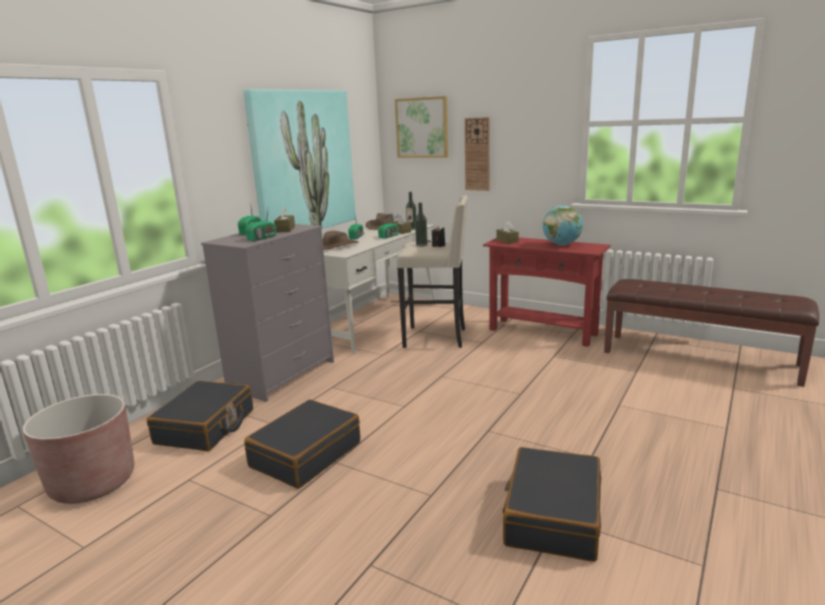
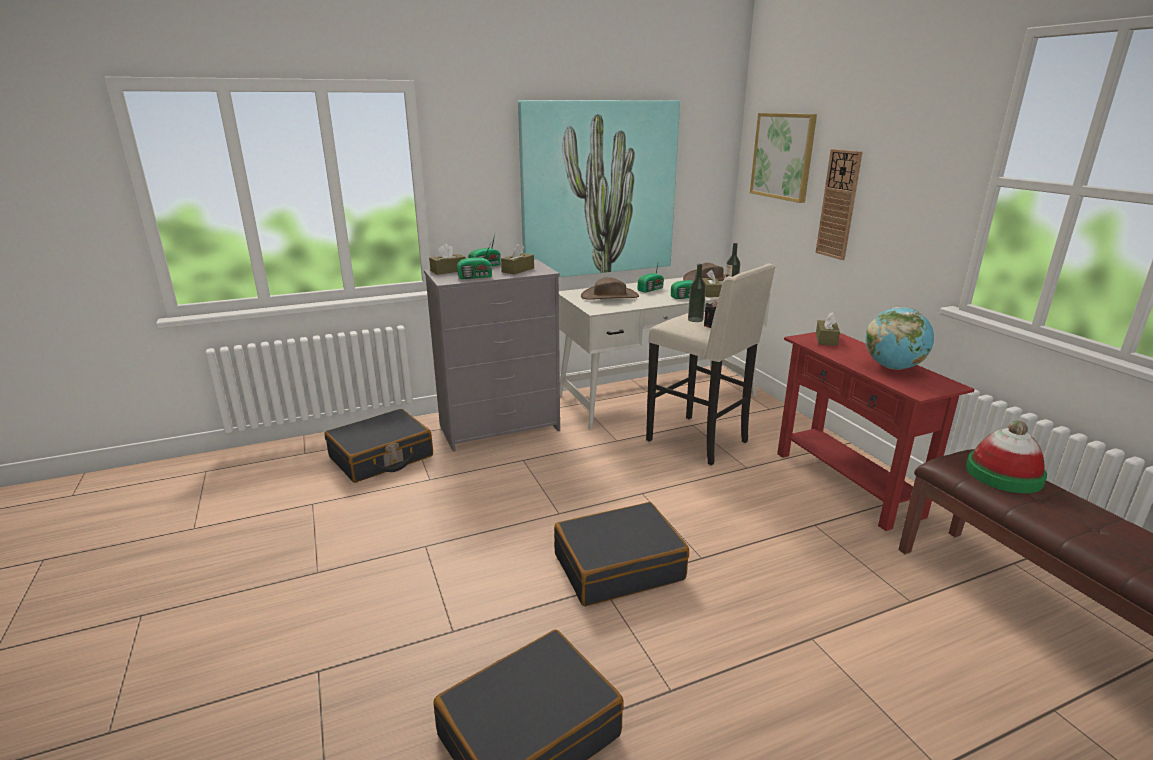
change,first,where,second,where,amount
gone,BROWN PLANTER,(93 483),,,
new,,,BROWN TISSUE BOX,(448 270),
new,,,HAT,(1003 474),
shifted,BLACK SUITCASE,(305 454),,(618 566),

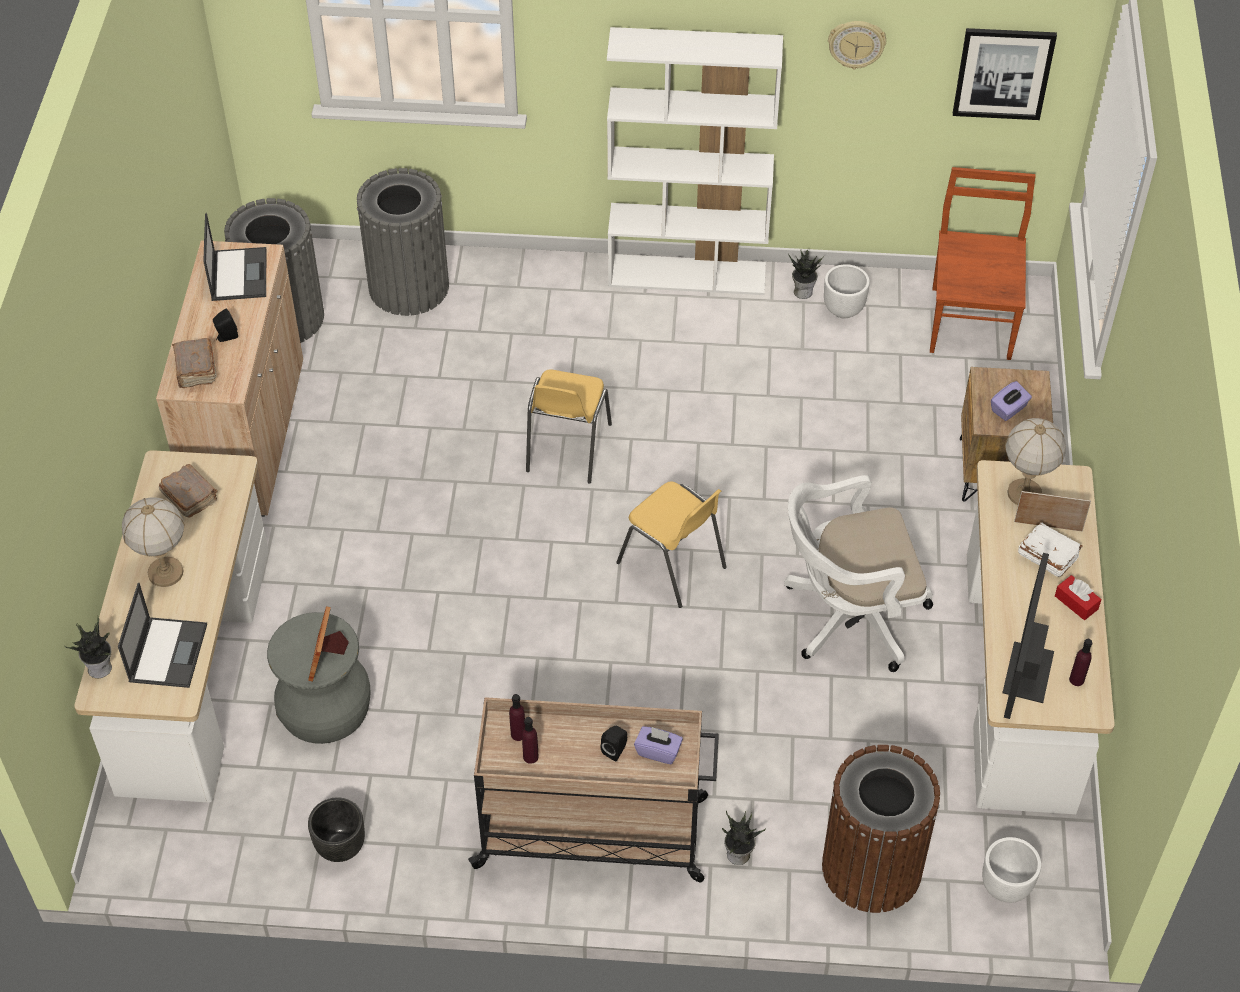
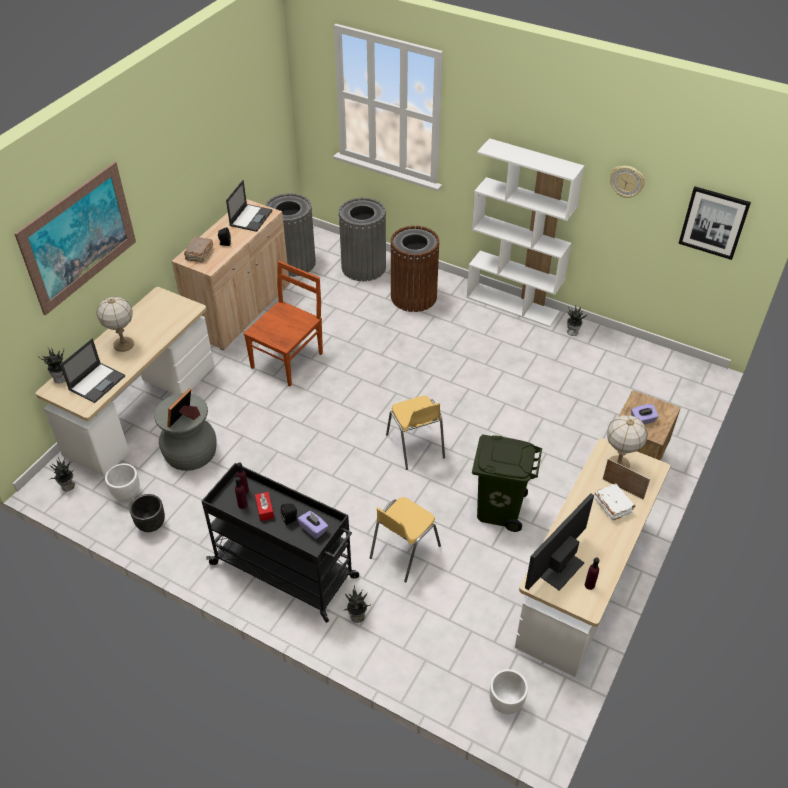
change,first,where,second,where,amount
gone,BROWN BOOK,(189 497),,,
new,,,PICTURE,(79 237),
new,,,POTTED PLANT,(68 486),
shifted,YELLOW CHAIR,(567 448),,(403 552),
shifted,BROWN TRASH CAN,(871 868),,(413 297),
shifted,WHITE PLANTER,(844 310),,(127 494),
shifted,BROWN CHAIR,(971 320),,(288 359),
shifted,RED TISSUE BOX,(1076 602),,(265 509),
swapped,WHITE OFFICE CHAIR,(847 616),GREEN TRASH CAN,(499 509),
repainted,BEIGE CART,(594 833),BLACK CART,(285 571),

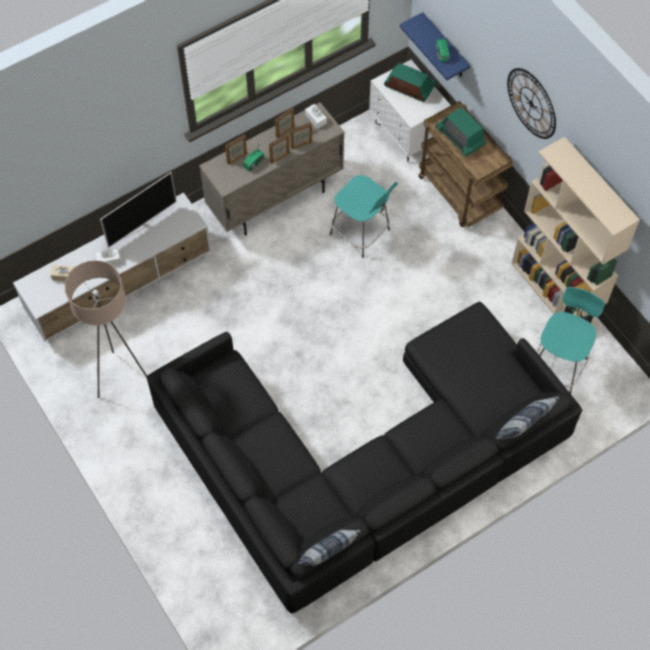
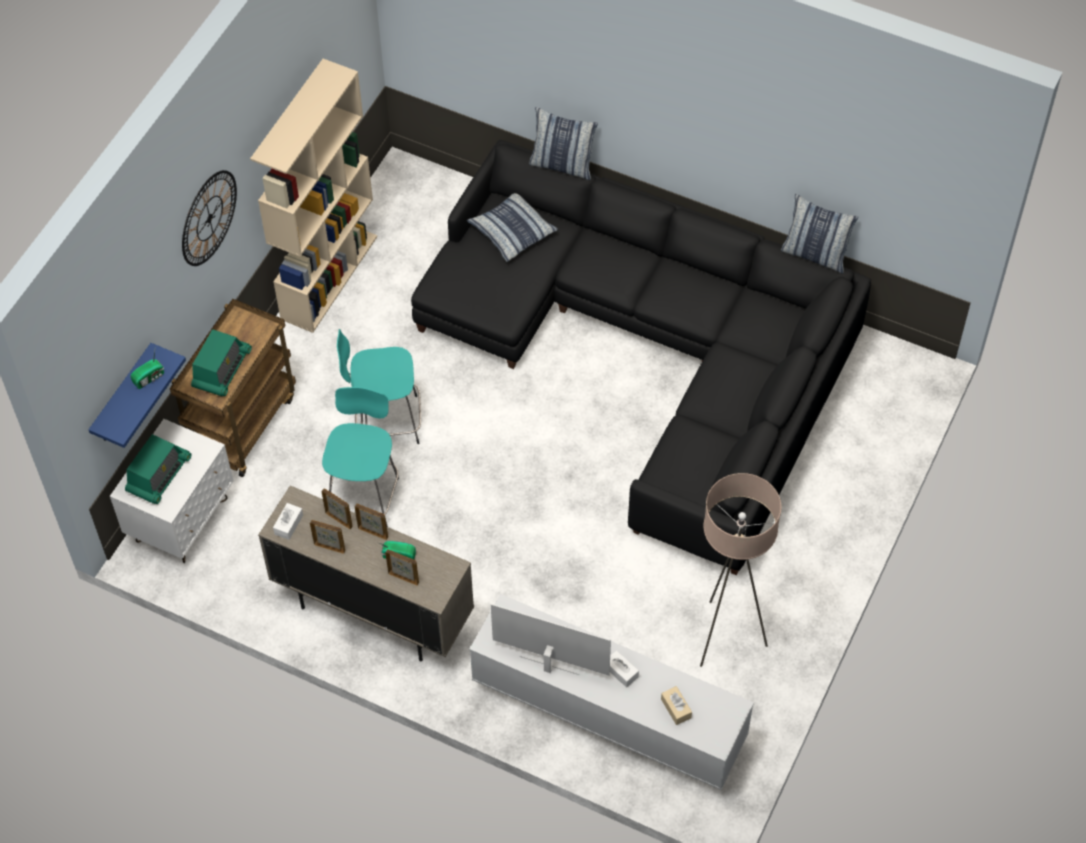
change,first,where,second,where,amount
new,,,PILLOW,(512 231),
shifted,TURQUOISE STOOL,(558 365),,(385 421),
rotated,RADIO,(409 87),,(159 475),150 degrees counterclockwise

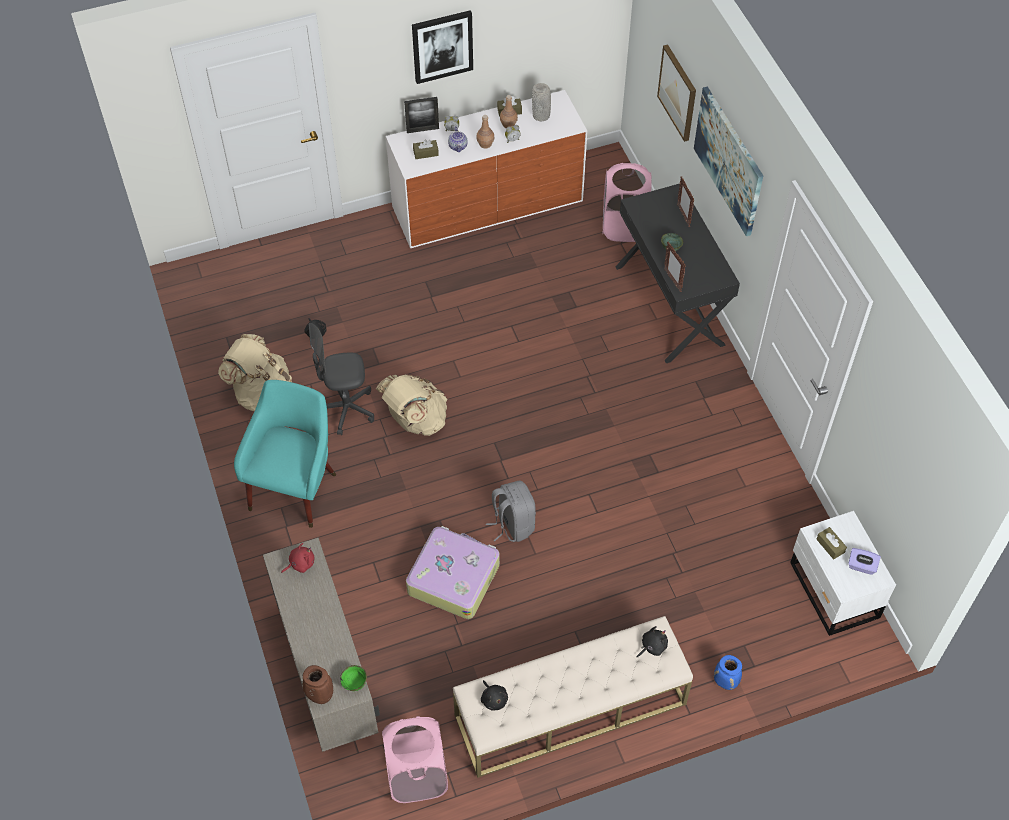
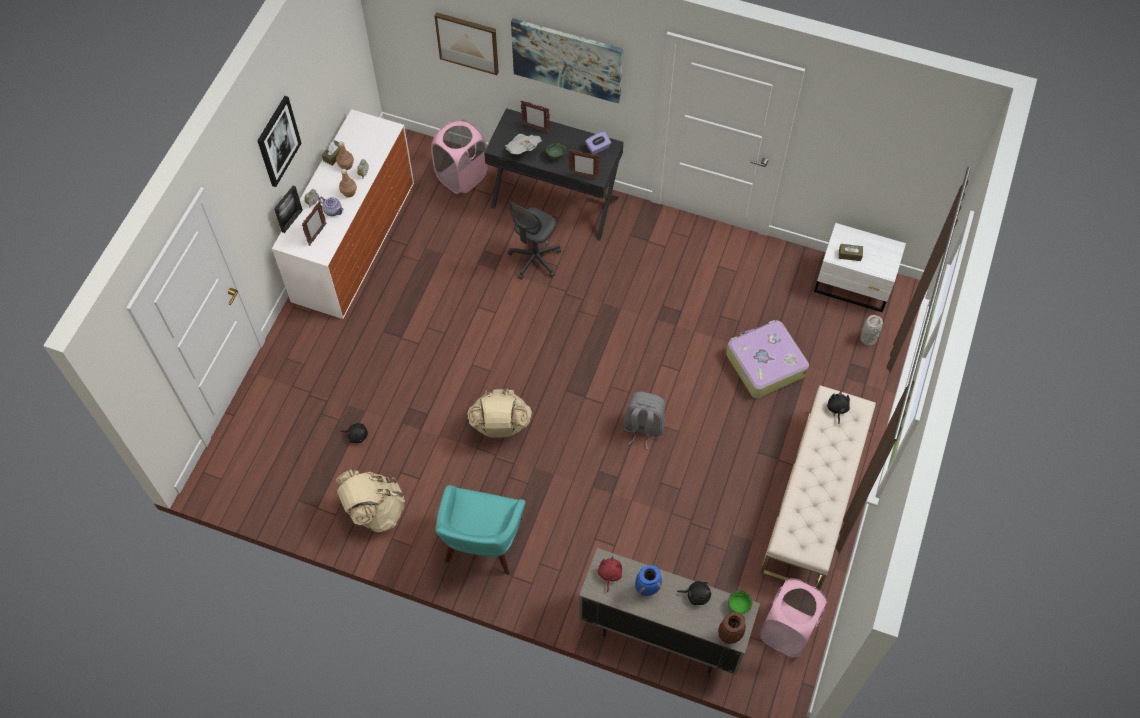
change,first,where,second,where,amount
new,,,NEWSPAPER,(523 149),
shifted,GREY OFFICE CHAIR,(346 409),,(535 259),
shifted,SUITCASE,(453 577),,(764 364),
shifted,BLACK PLUSH TOY,(494 699),,(696 595),
shifted,GREY VASE,(541 116),,(868 338),
shifted,BLUE VASE,(726 682),,(647 588),
shifted,PURPLE TISSUE BOX,(861 566),,(598 148),
swapped,BROWN TISSUE BOX,(426 153),PICTURE FRAME,(317 235),
rotated,TURQUOISE ARMCHAIR,(295 486),,(482 545),135 degrees counterclockwise

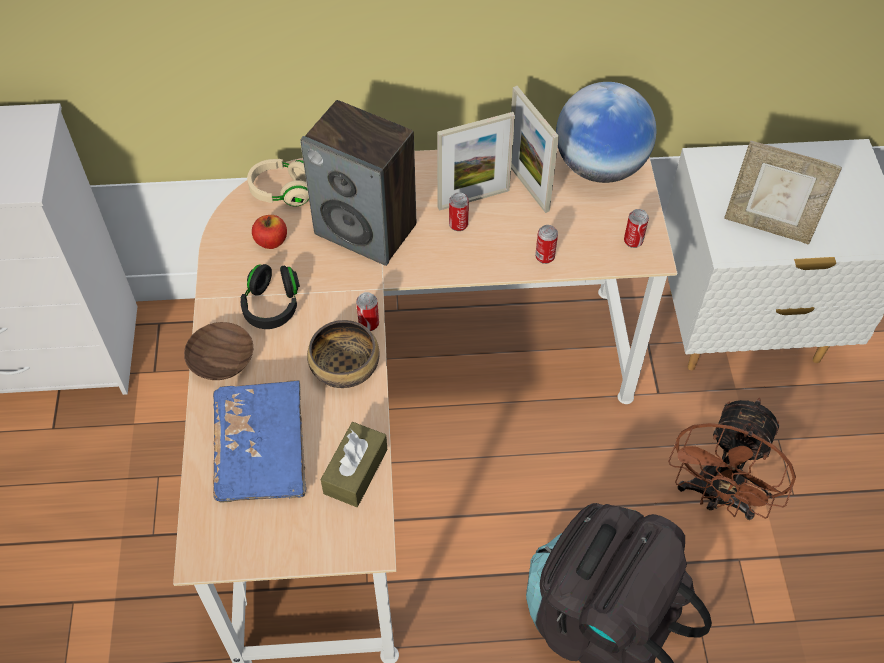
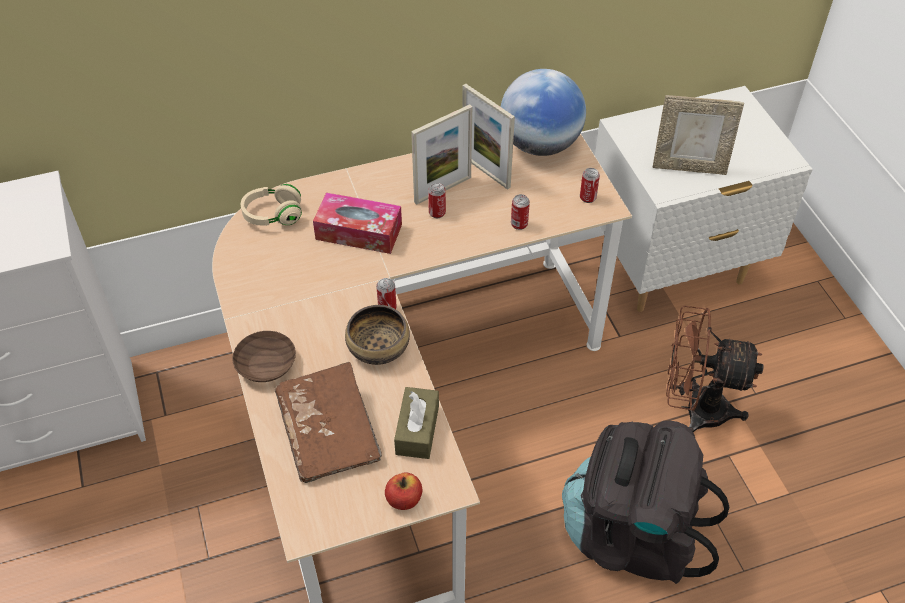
change,first,where,second,where,amount
gone,BLACK HEADPHONES,(272 306),,,
shifted,APPLE,(271 241),,(404 499),
swapped,SPEAKER,(367 229),TISSUE BOX,(359 232),
repainted,BLUE BOOK,(262 451),BROWN BOOK,(329 432),
rotated,BROWN FAN,(716 497),,(694 409),90 degrees clockwise

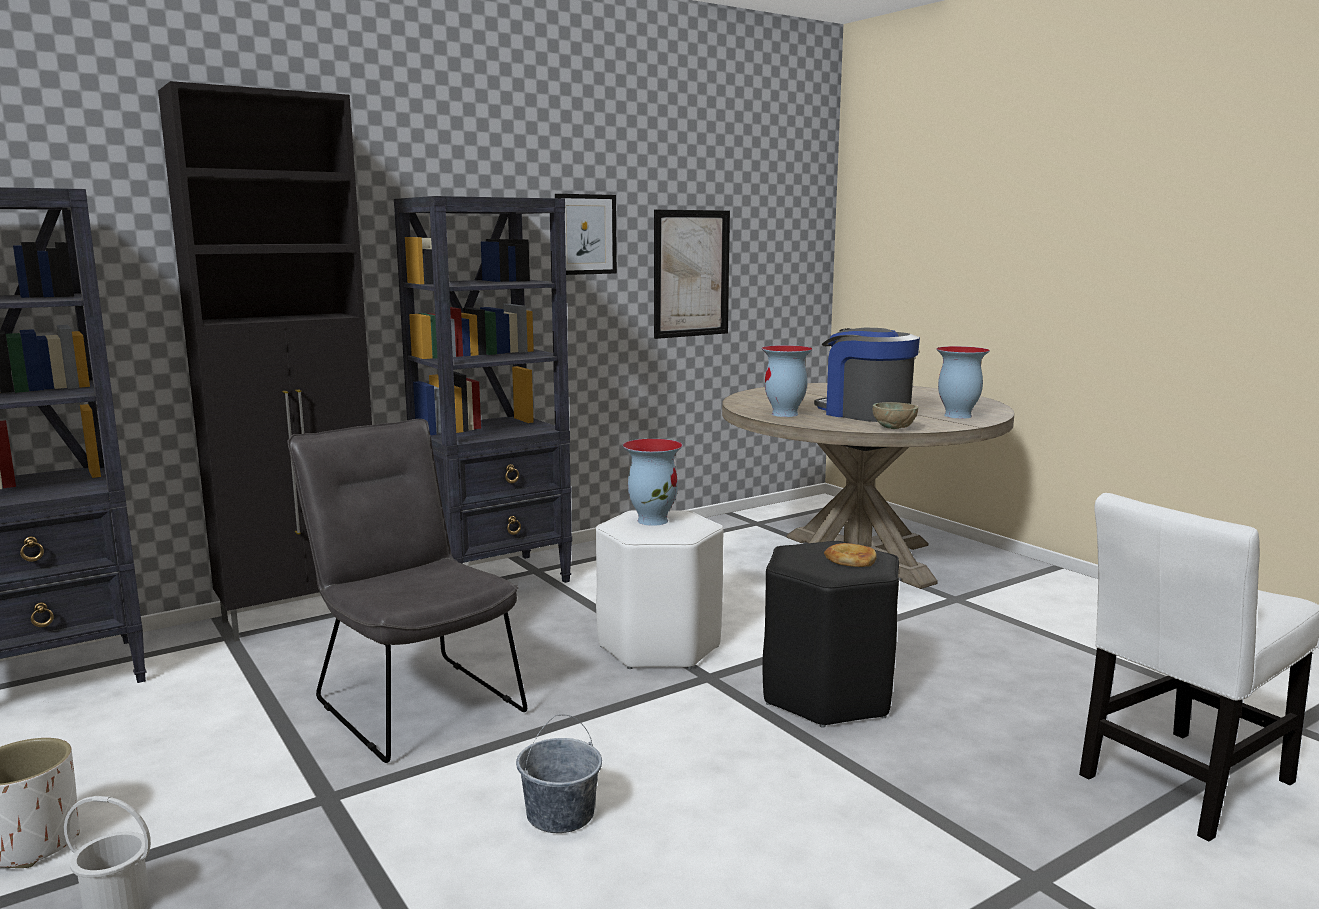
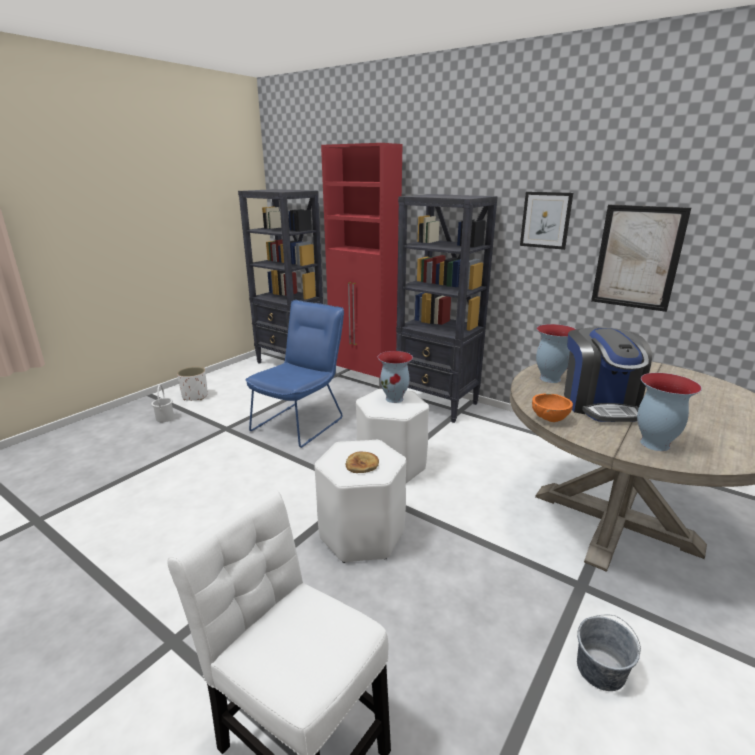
change,first,where,second,where,amount
shifted,GREY BUCKET,(560 814),,(600 669),
repainted,BLACK CABINET,(304 615),RED CABINET,(364 380),
repainted,GREY CHAIR,(413 700),BLUE CHAIR,(302 422),
repainted,BLACK STOOL,(828 695),WHITE STOOL,(362 535),
repainted,BEIGE BOWL,(894 429),ORANGE BOWL,(549 419),
rotated,COFFEE MACHINE,(865 413),,(599 404),150 degrees clockwise

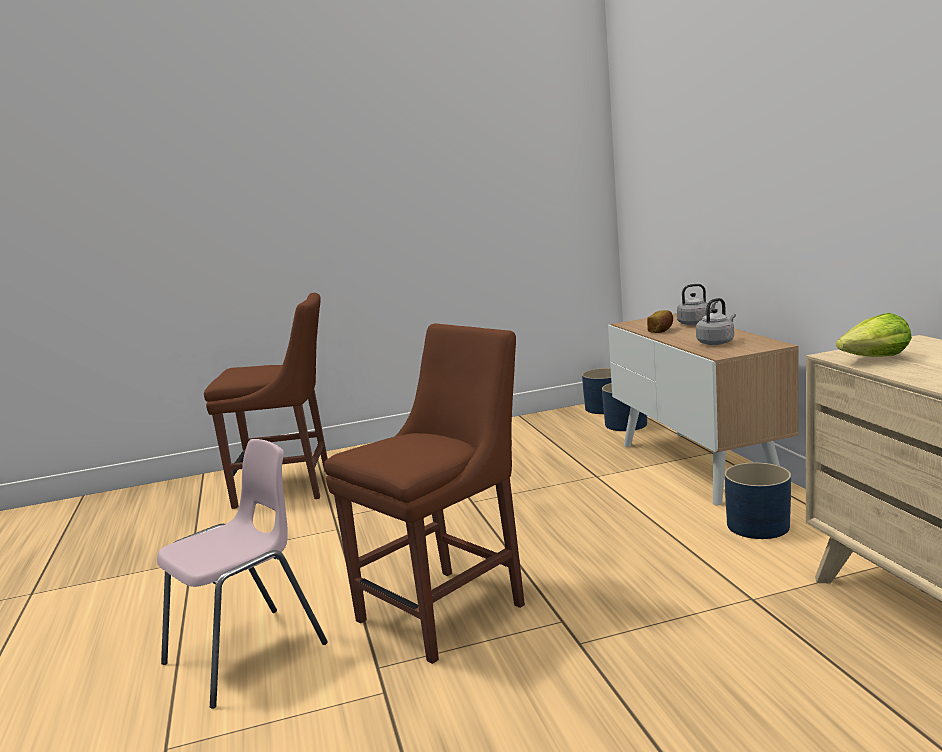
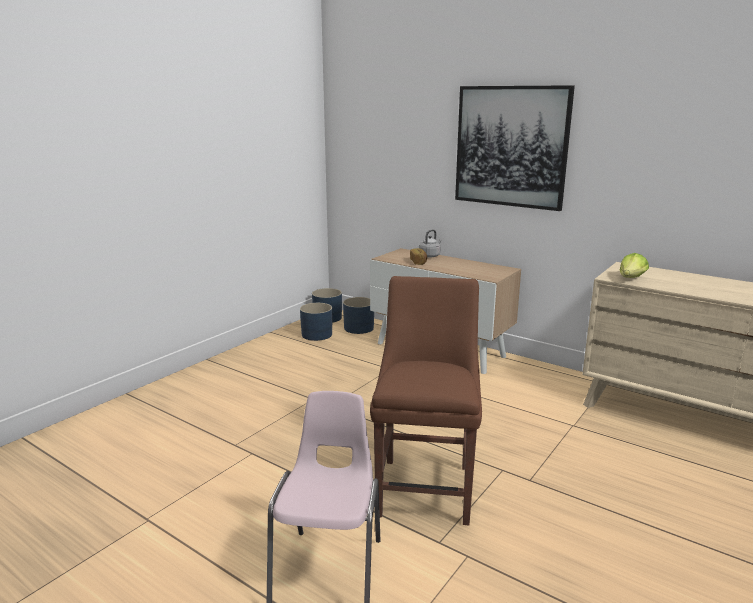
change,first,where,second,where,amount
gone,BROWN CHAIR,(289 487),,,
gone,GREY KETTLE,(716 342),,,
new,,,PICTURE,(511 147),
shifted,BLUE PLANTER,(758 526),,(317 334),

